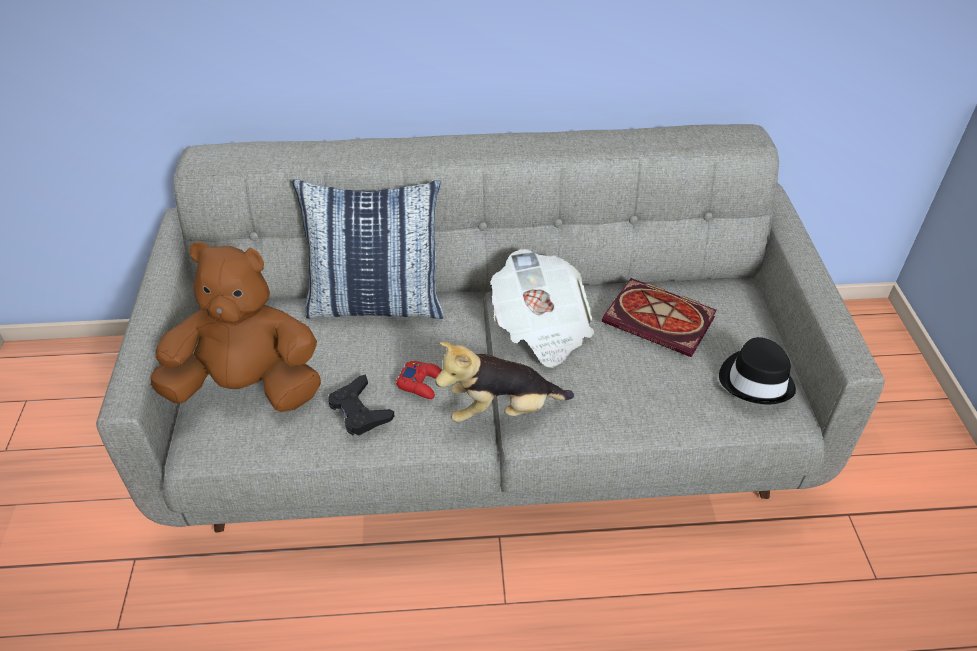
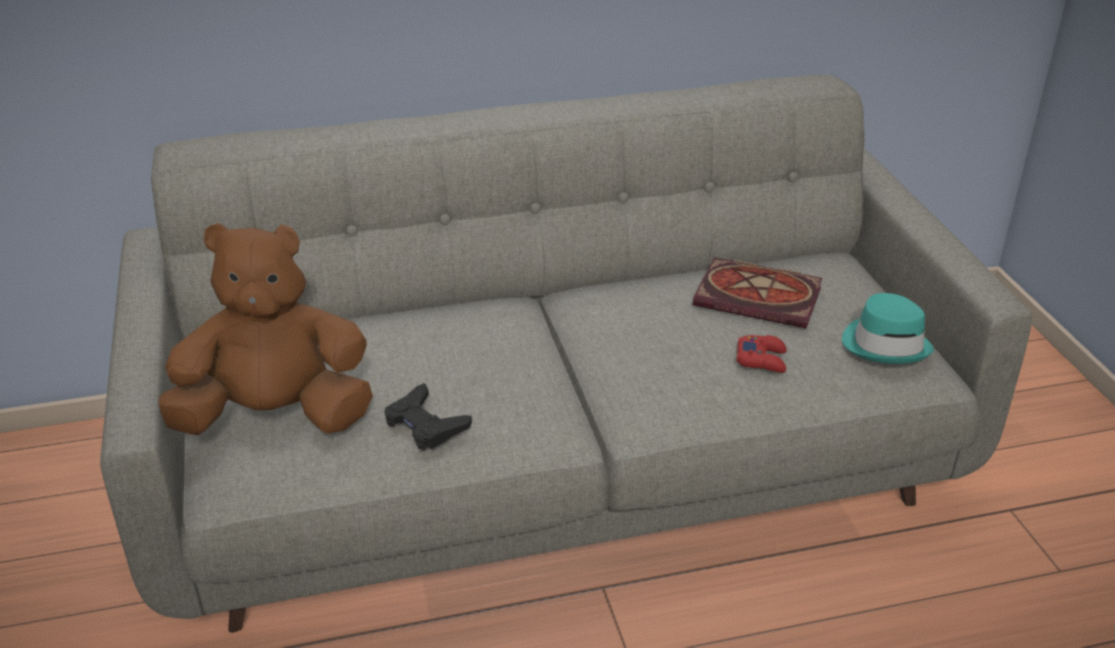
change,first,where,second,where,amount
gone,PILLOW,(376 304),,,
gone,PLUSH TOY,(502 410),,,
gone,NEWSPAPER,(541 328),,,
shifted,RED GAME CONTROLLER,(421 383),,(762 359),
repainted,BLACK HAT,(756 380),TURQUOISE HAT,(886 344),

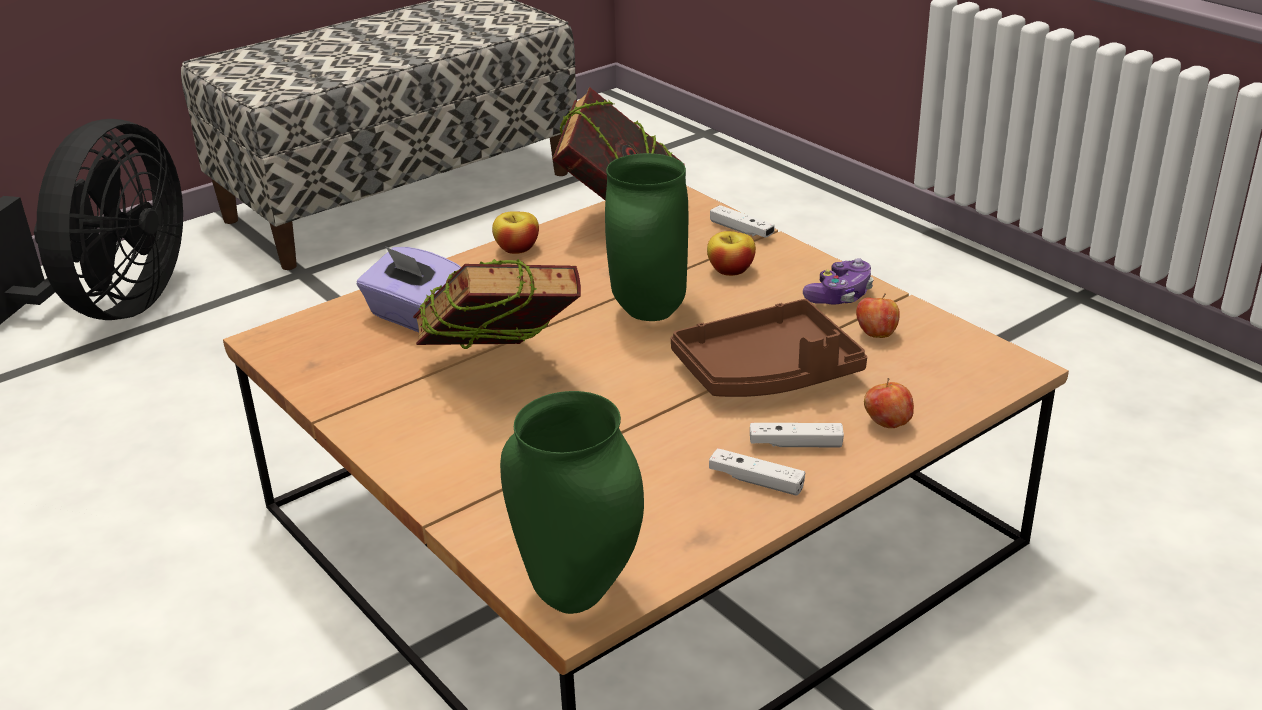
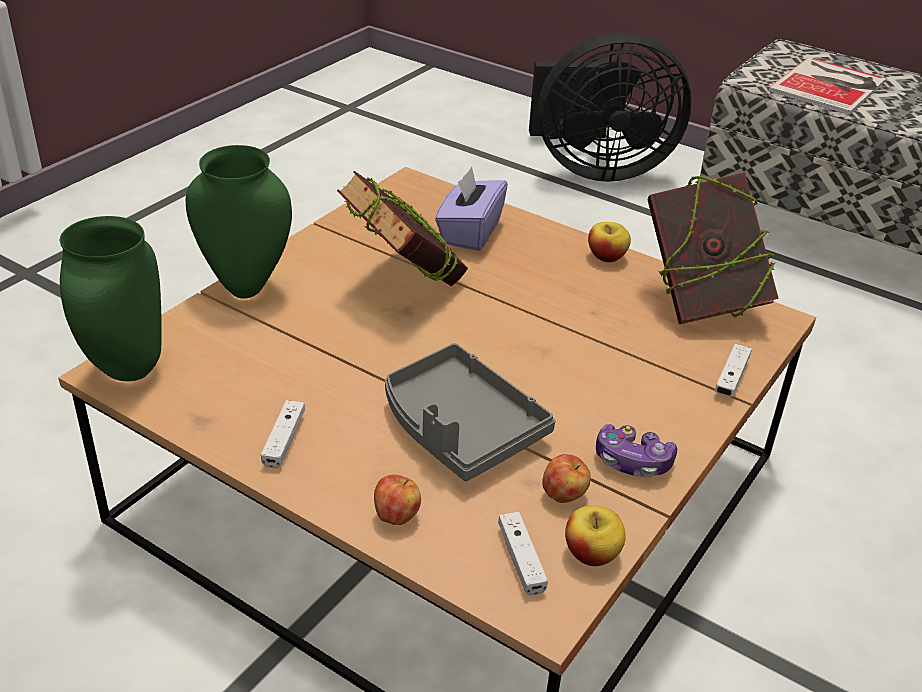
change,first,where,second,where,amount
new,,,BOOK,(830 86),
shifted,GREEN VASE,(651 313),,(245 288),
shifted,APPLE,(730 270),,(591 554),
shifted,WHITE GAME CONTROLLER,(795 444),,(521 560),
repainted,BROWN TRAY,(768 373),GREY TRAY,(459 428),

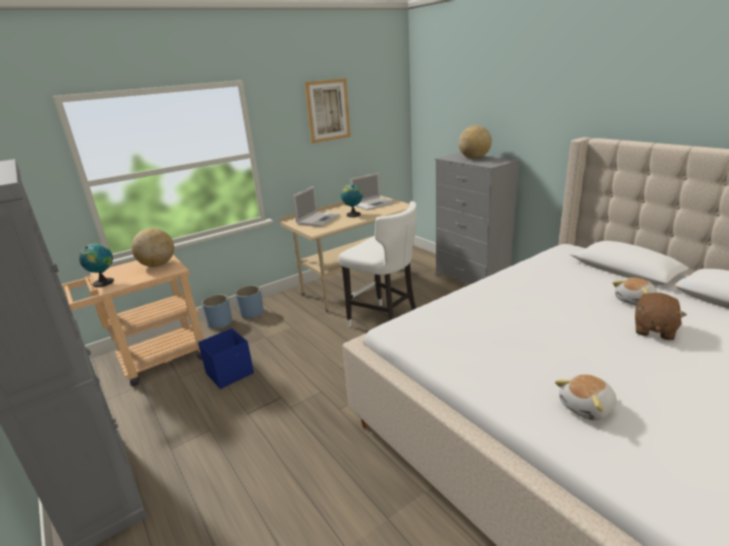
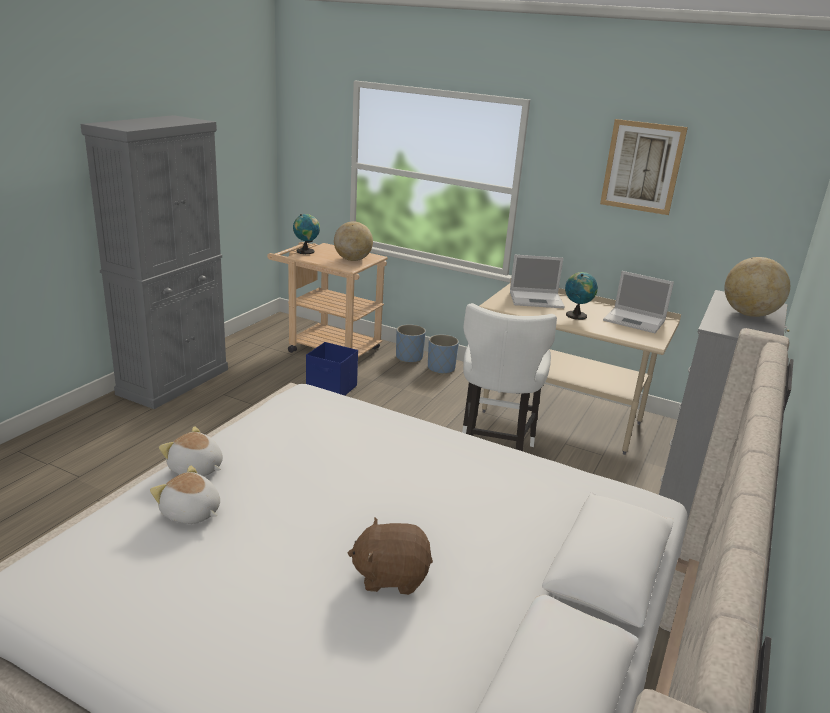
change,first,where,second,where,amount
shifted,PLUSH TOY,(635 301),,(195 469),

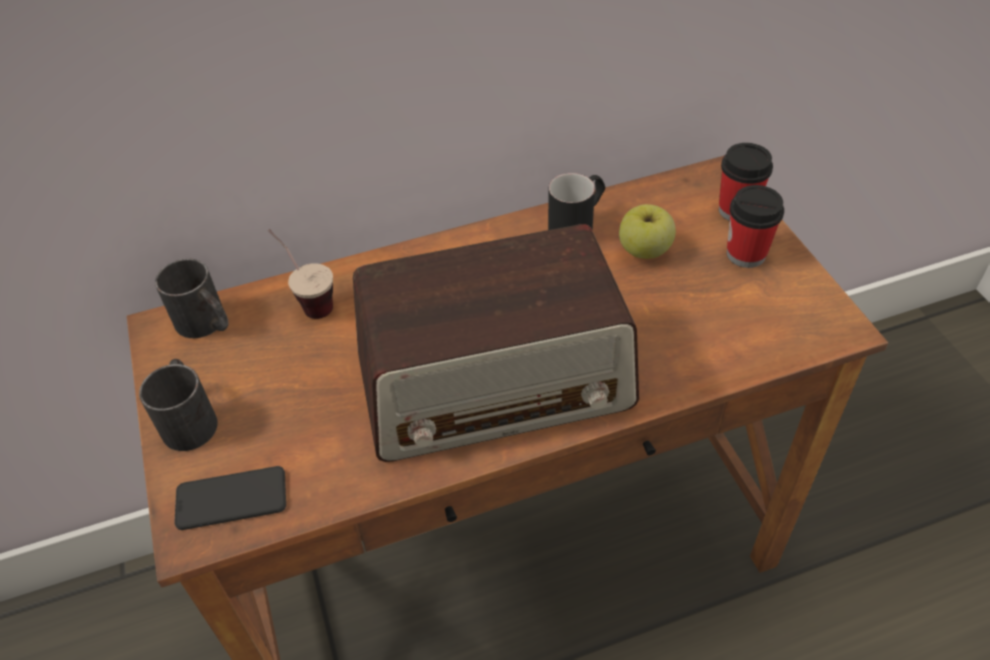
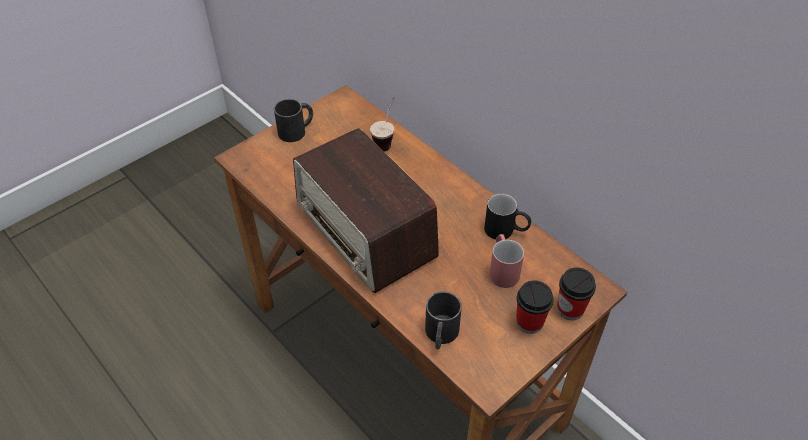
change,first,where,second,where,amount
gone,PHONE,(231 498),,,
shifted,BLACK MUG,(207 323),,(440 335),
swapped,APPLE,(644 251),RED MUG,(502 269),

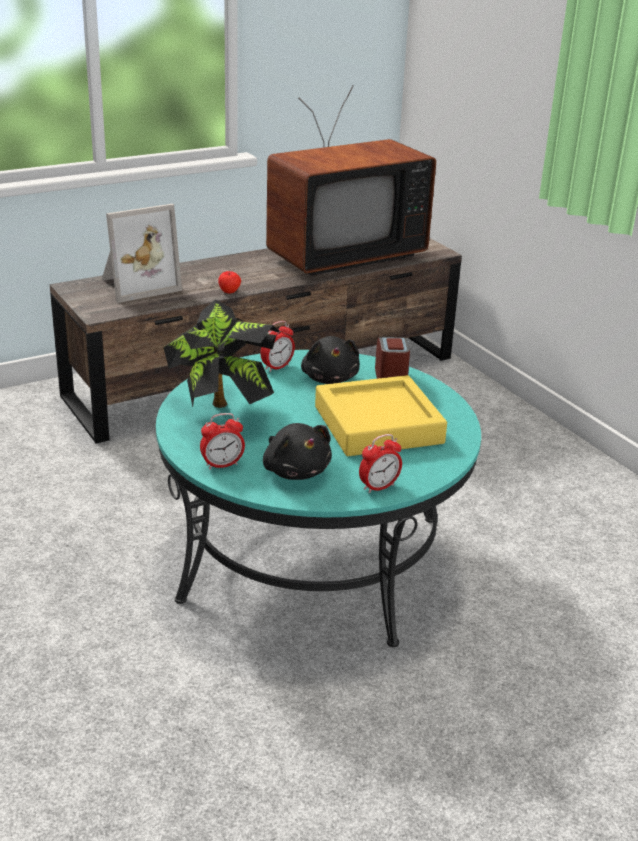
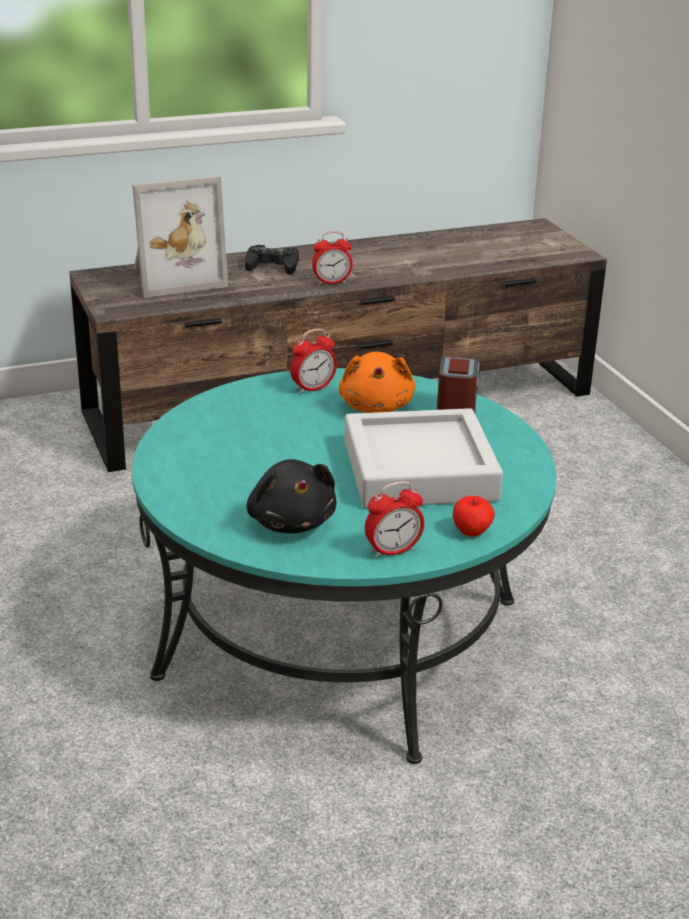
change,first,where,second,where,amount
gone,POTTED PLANT,(221 412),,,
gone,TELEVISION,(339 255),,,
new,,,BLACK GAME CONTROLLER,(272 266),
shifted,ALARM CLOCK,(222 465),,(331 282),
shifted,APPLE,(229 291),,(472 532),
repainted,BLACK PLUSH TOY,(330 378),ORANGE PLUSH TOY,(376 407),
repainted,YELLOW TRAY,(378 425),GREY TRAY,(419 470),

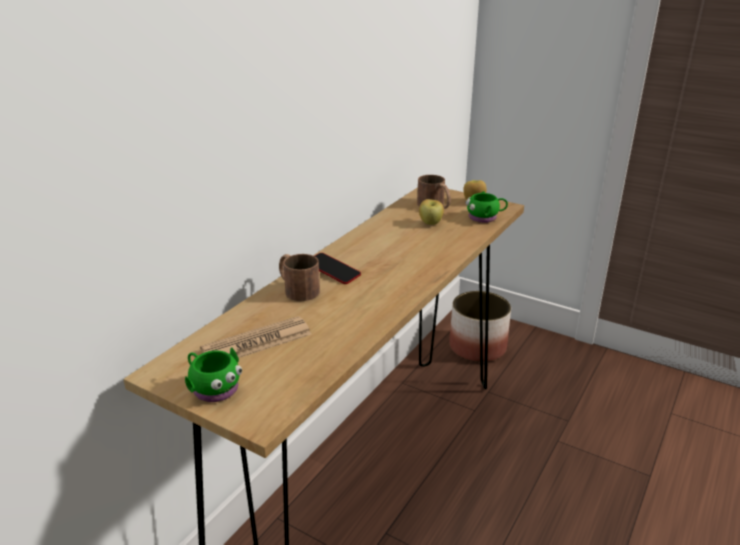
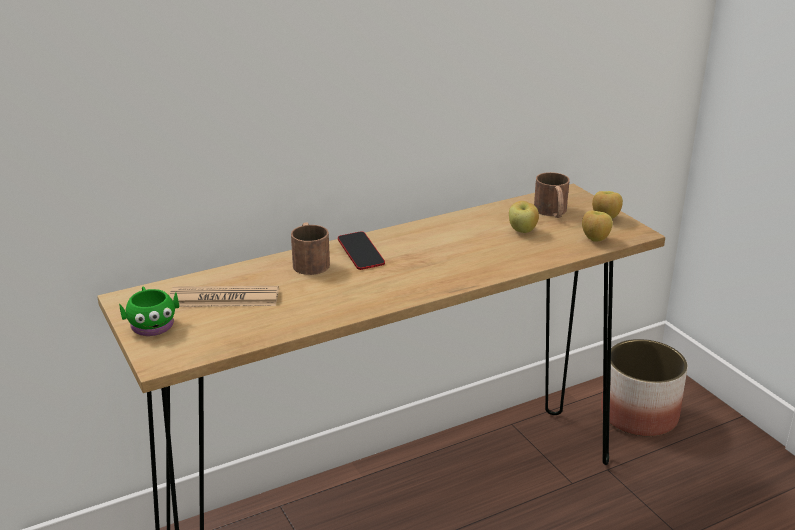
change,first,where,second,where,amount
swapped,GREEN MUG,(485 217),APPLE,(595 239),

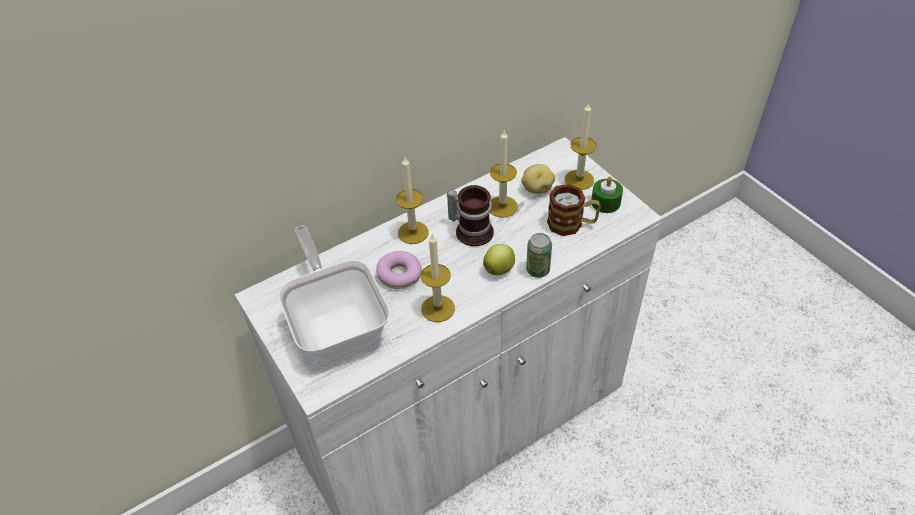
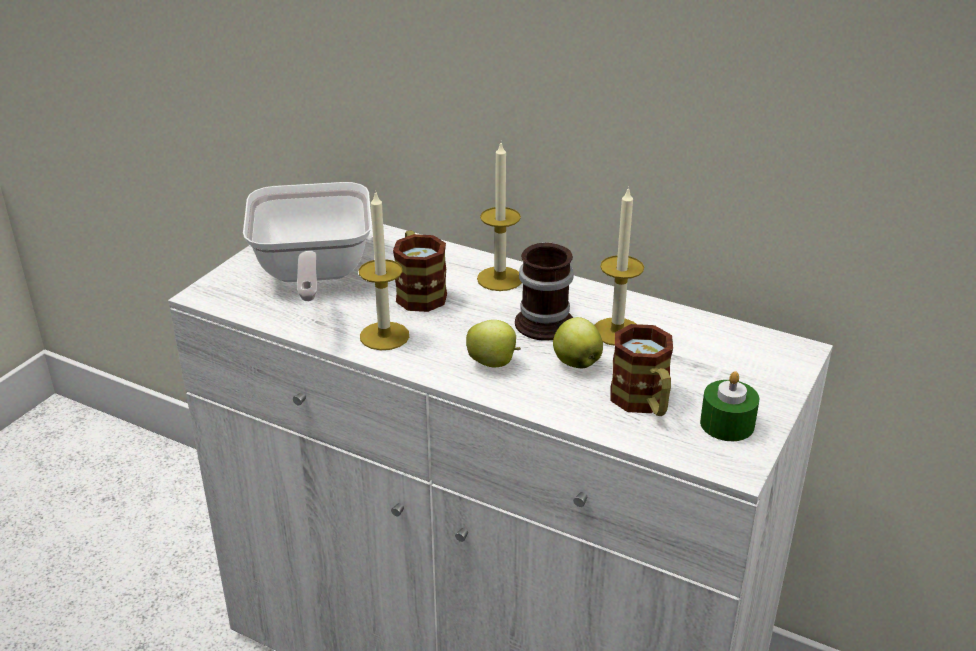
change,first,where,second,where,amount
gone,POTATO,(536 188),,,
gone,CAN,(537 270),,,
gone,CANDLE,(579 179),,,
new,,,APPLE,(576 362),
swapped,DONUT,(399 275),MUG,(418 292),
rotated,FRYING PAN,(337 322),,(311 275),135 degrees clockwise

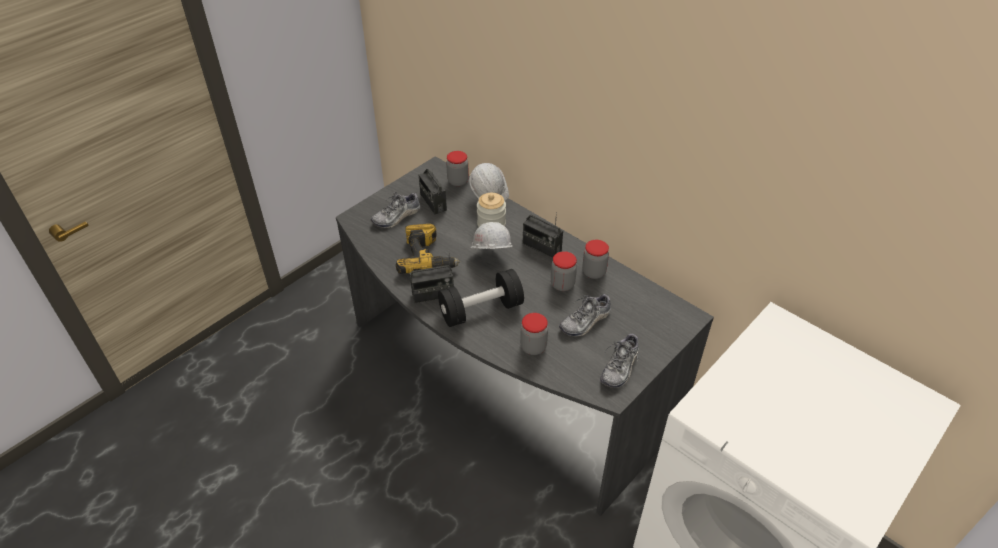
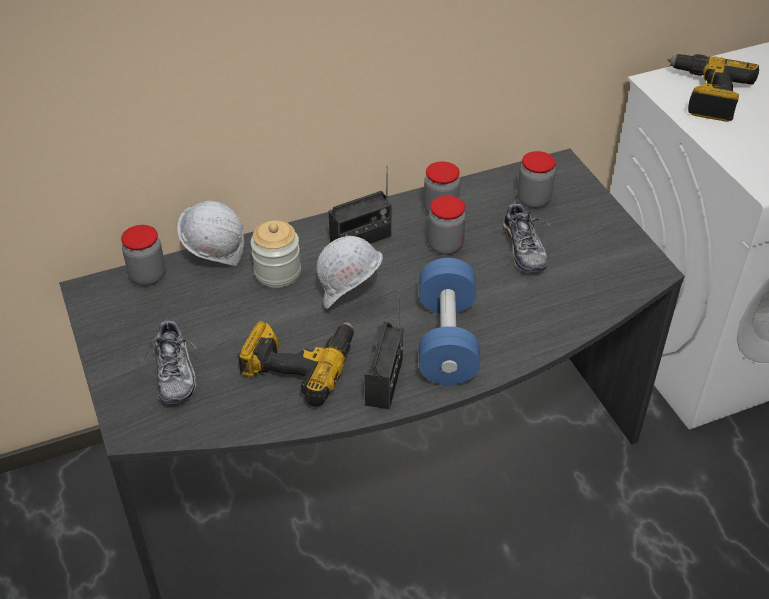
change,first,where,second,where,amount
gone,RADIO,(433 202),,,
gone,SHOE,(620 367),,,
new,,,POWER DRILL,(706 95),
shifted,JAR,(533 347),,(533 200),
repainted,BLACK DUMBBELL,(481 310),BLUE DUMBBELL,(447 340),

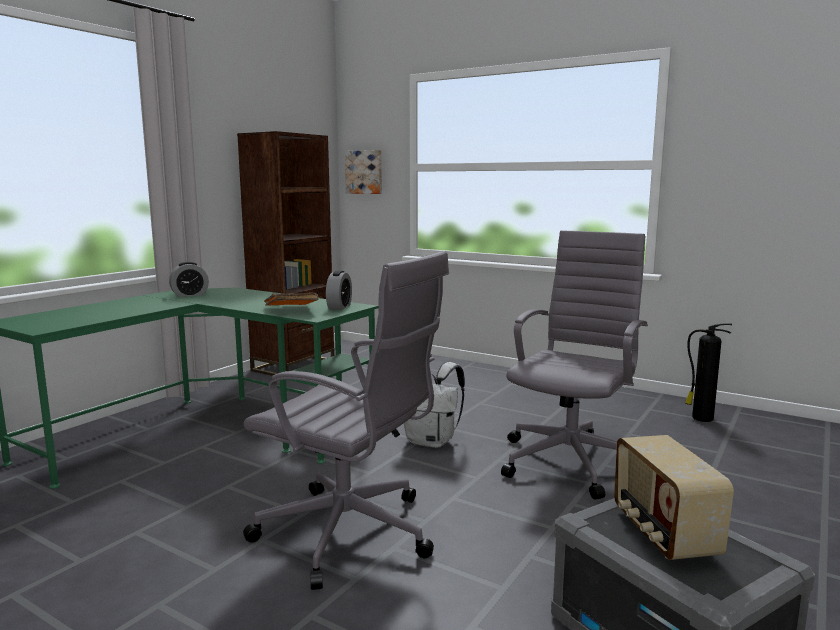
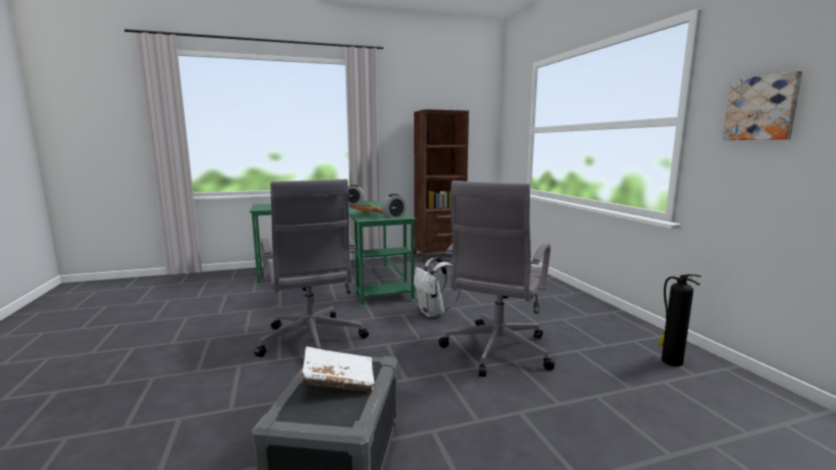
change,first,where,second,where,amount
shifted,PICTURE,(364 172),,(762 108),
swapped,RADIO,(662 533),WHITE BOOK,(338 381),
rotated,GREY OFFICE CHAIR,(572 461),,(495 351),135 degrees clockwise

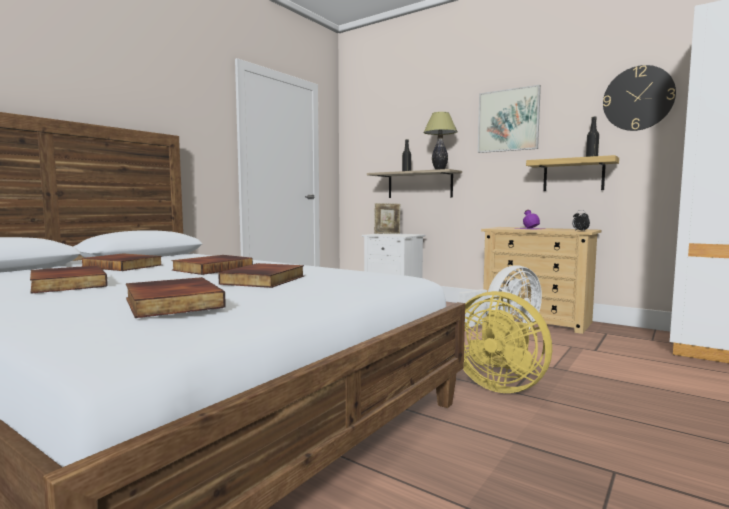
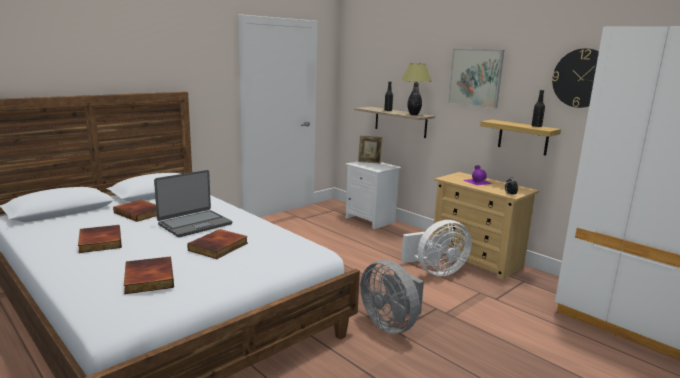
change,first,where,second,where,amount
swapped,BOOK,(212 268),LAPTOP,(194 224),
repainted,YELLOW FAN,(499 385),GREY FAN,(391 324),

